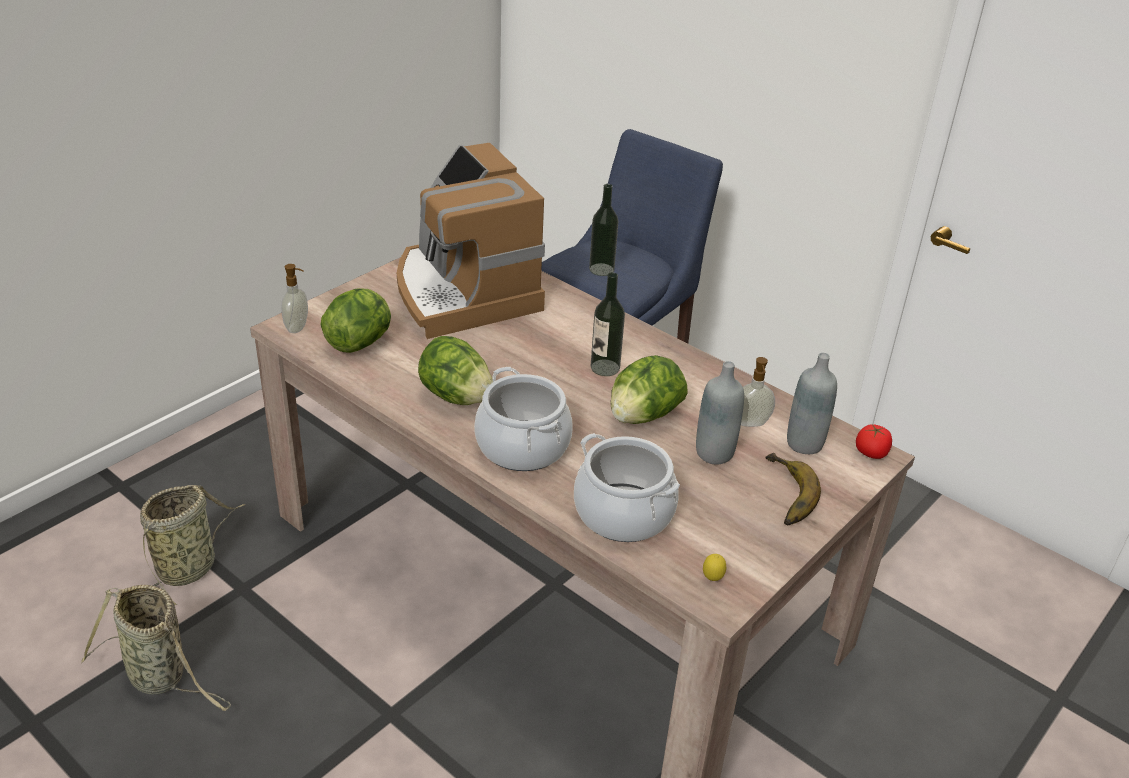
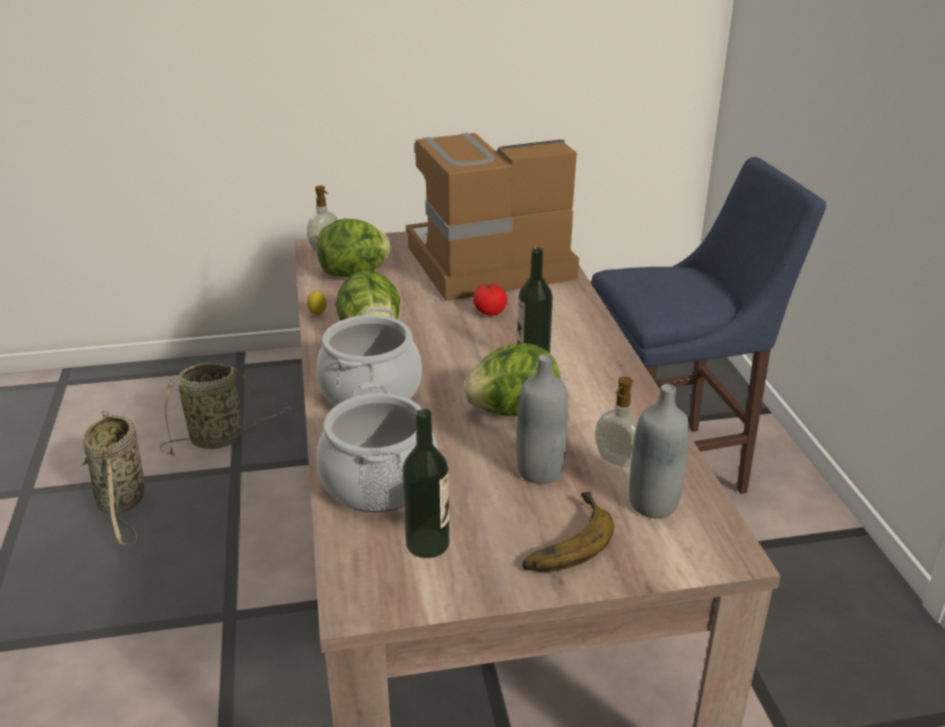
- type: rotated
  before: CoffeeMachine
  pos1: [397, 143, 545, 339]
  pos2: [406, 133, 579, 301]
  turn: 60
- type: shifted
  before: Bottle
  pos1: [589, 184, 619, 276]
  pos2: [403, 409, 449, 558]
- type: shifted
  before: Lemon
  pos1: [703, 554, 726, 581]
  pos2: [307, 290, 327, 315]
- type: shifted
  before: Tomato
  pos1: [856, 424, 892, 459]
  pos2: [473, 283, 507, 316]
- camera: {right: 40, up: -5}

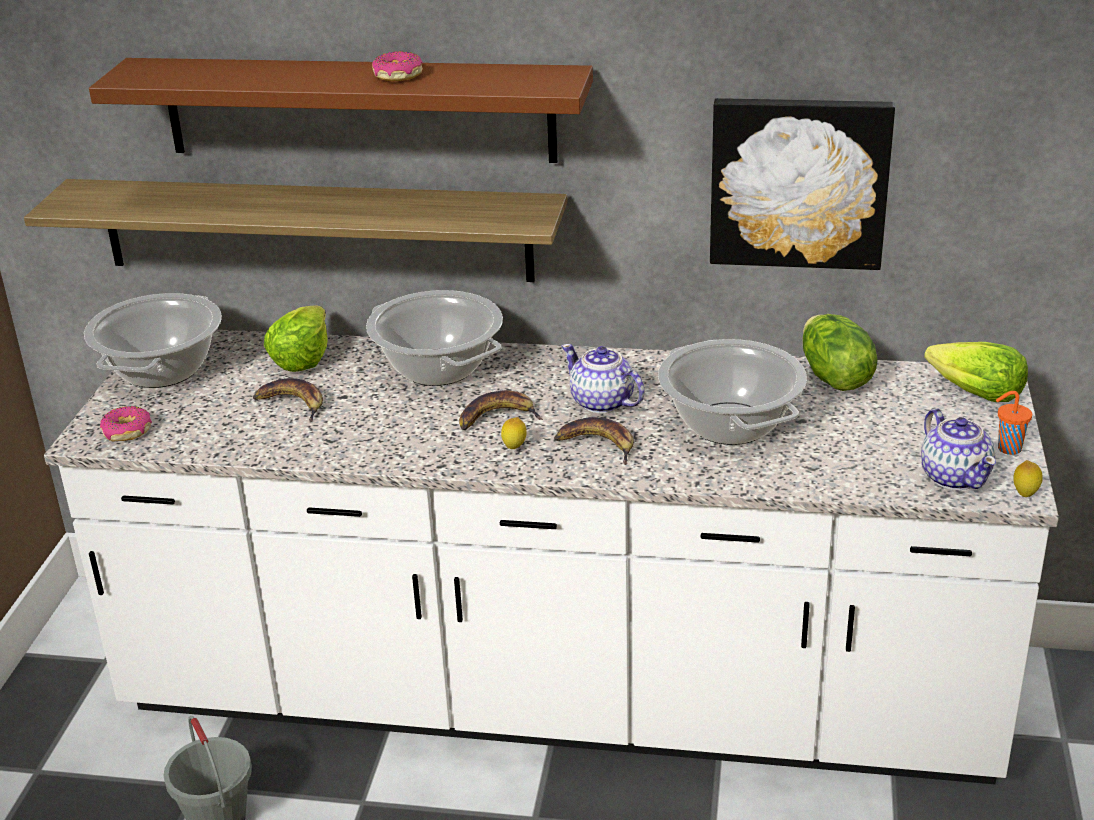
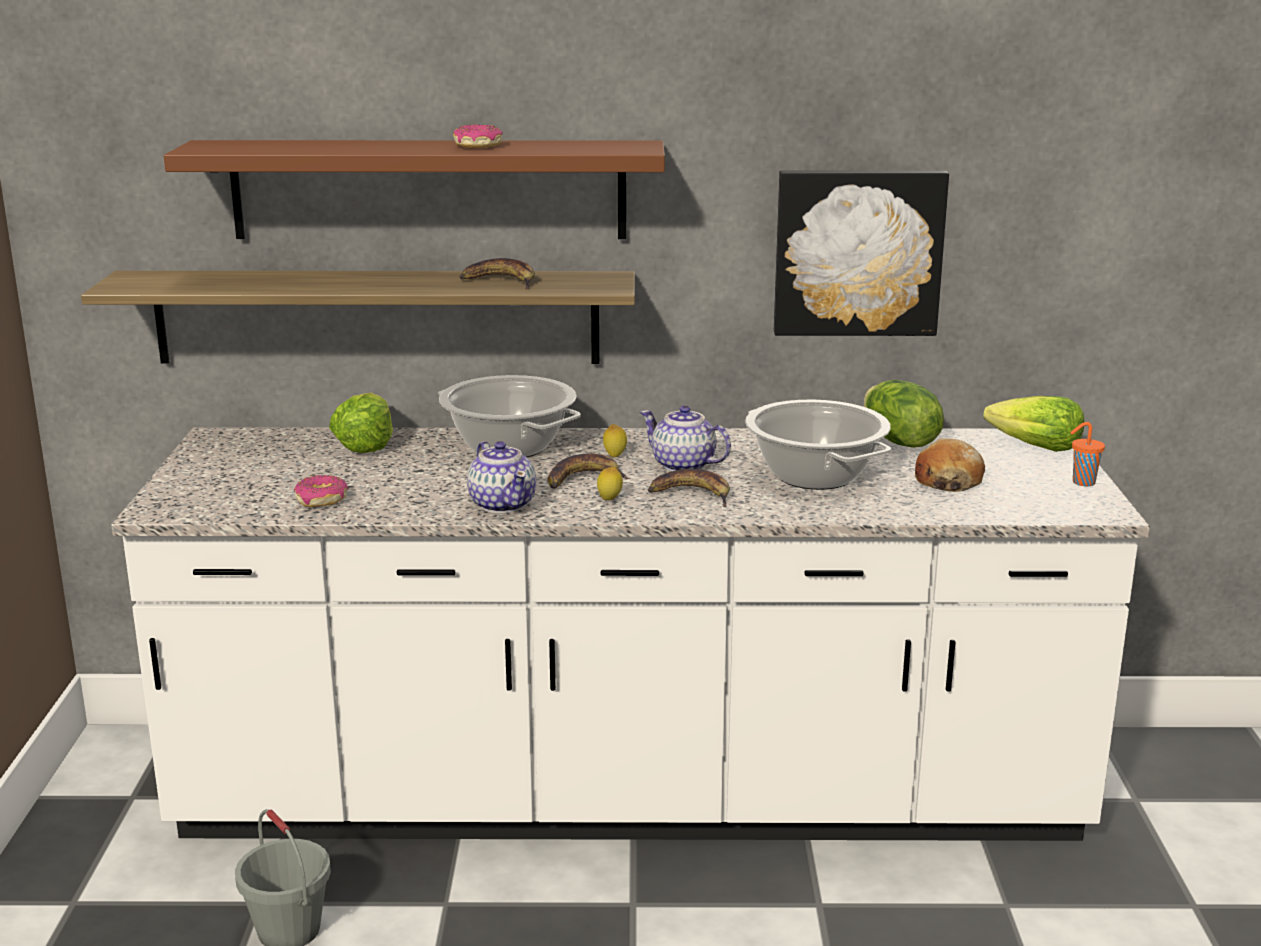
- type: gone
  before: CookingPot
  pos1: [84, 293, 222, 388]
- type: shifted
  before: Donut
  pos1: [100, 406, 152, 442]
  pos2: [294, 475, 348, 507]
- type: shifted
  before: Banana
  pos1: [253, 378, 323, 423]
  pos2: [459, 258, 535, 289]
- type: shifted
  before: Teapot
  pos1: [921, 408, 996, 490]
  pos2: [467, 441, 536, 513]
- type: shifted
  before: Lemon
  pos1: [1013, 460, 1043, 497]
  pos2: [603, 424, 627, 457]
- type: new
  after: Bread
  pos2: [915, 438, 985, 492]
- camera: {right: -10, up: -10}

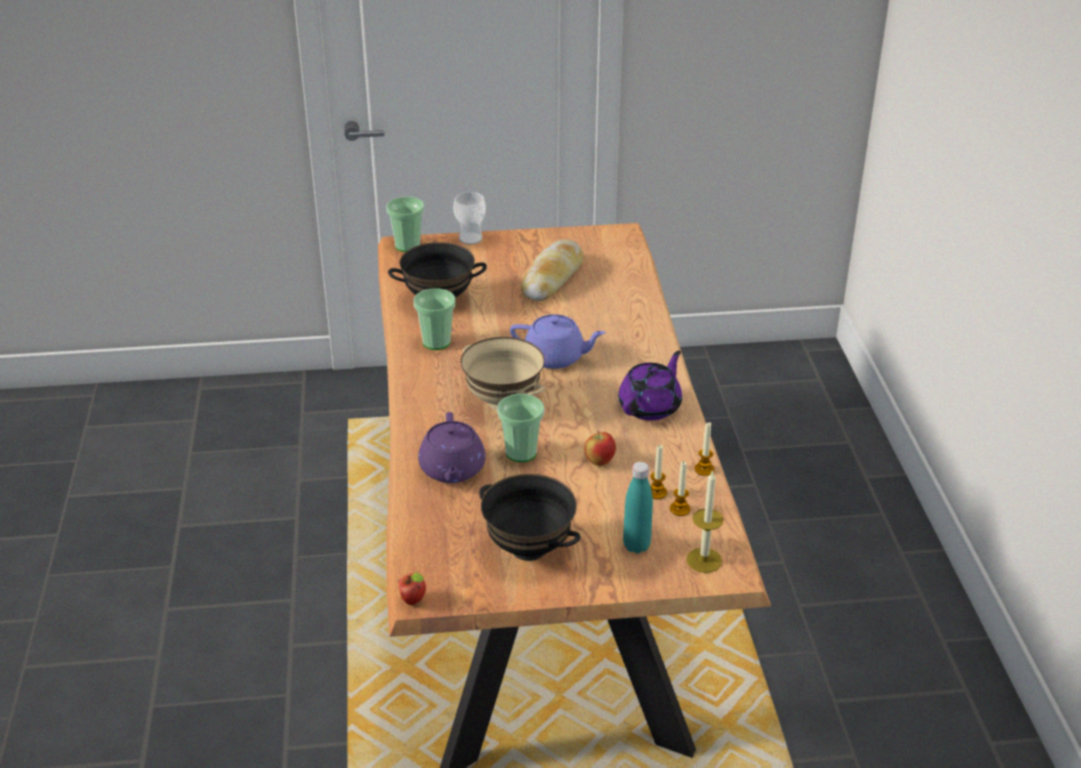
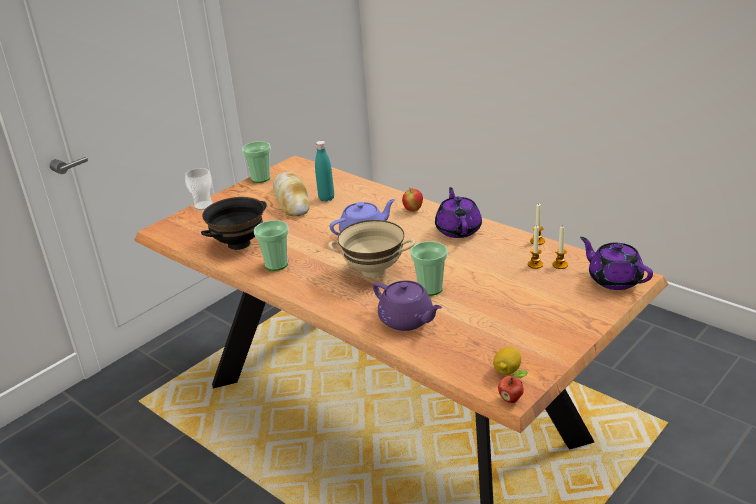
- type: shifted
  before: Cup
  pos1: [386, 197, 424, 252]
  pos2: [242, 141, 271, 183]
- type: gone
  before: BlackBowl
  pos1: [479, 474, 581, 561]
- type: shifted
  before: Apple
  pos1: [584, 431, 616, 466]
  pos2: [402, 189, 423, 212]
- type: shifted
  before: TurquoiseBottle
  pos1: [623, 462, 653, 553]
  pos2: [315, 141, 334, 202]
- type: swapped
  before: Candle
  after: PurpleTeapot
  pos1: [686, 470, 724, 573]
  pos2: [580, 237, 653, 290]
- type: new
  after: Lemon
  pos2: [493, 347, 521, 375]
- camera: {right: -40, up: -5}

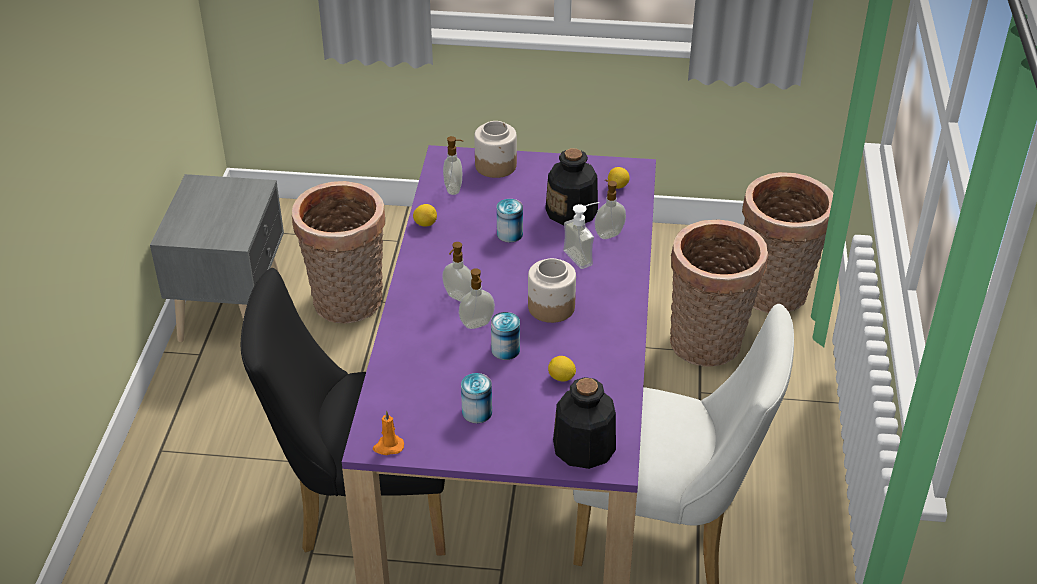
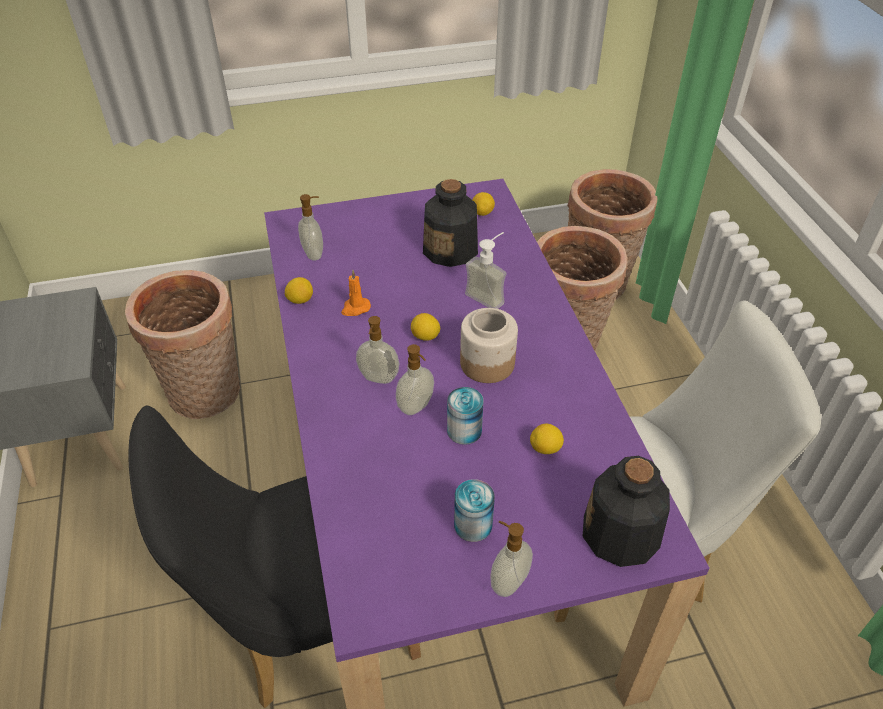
- type: shifted
  before: OrangeCandle
  pos1: [373, 411, 404, 455]
  pos2: [341, 270, 371, 316]
- type: gone
  before: Jar
  pos1: [474, 121, 517, 178]
- type: gone
  before: Can
  pos1: [497, 199, 523, 242]
- type: shifted
  before: SoapDispenser
  pos1: [595, 179, 626, 239]
  pos2: [490, 521, 533, 597]
- type: new
  after: Lemon
  pos2: [411, 313, 440, 341]
- camera: {right: -20, up: 5}

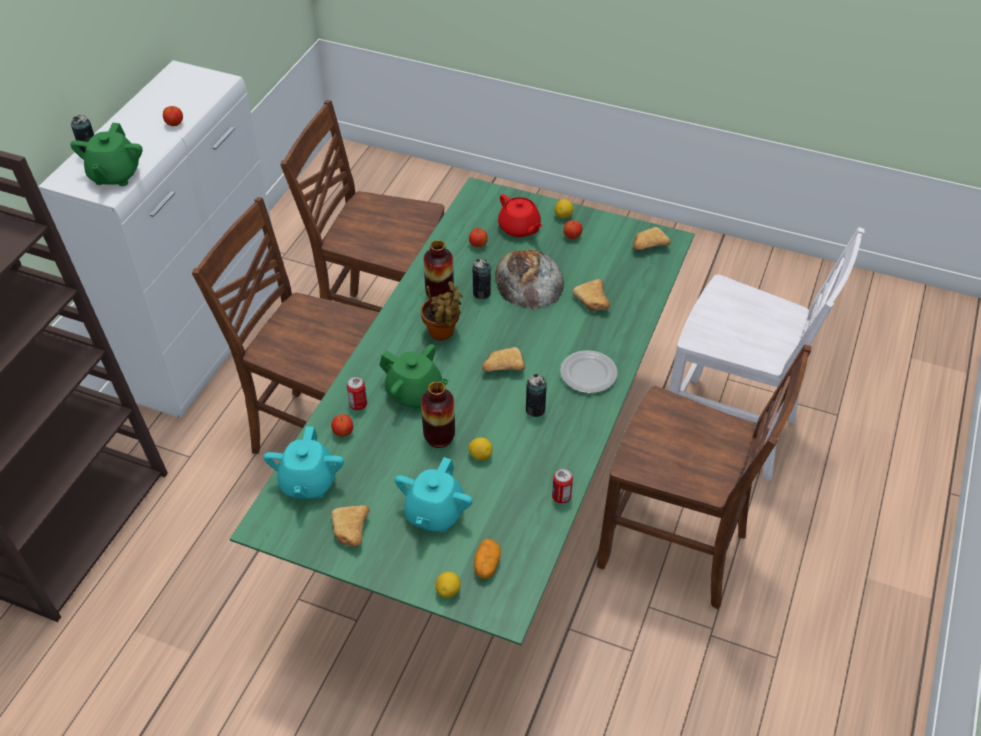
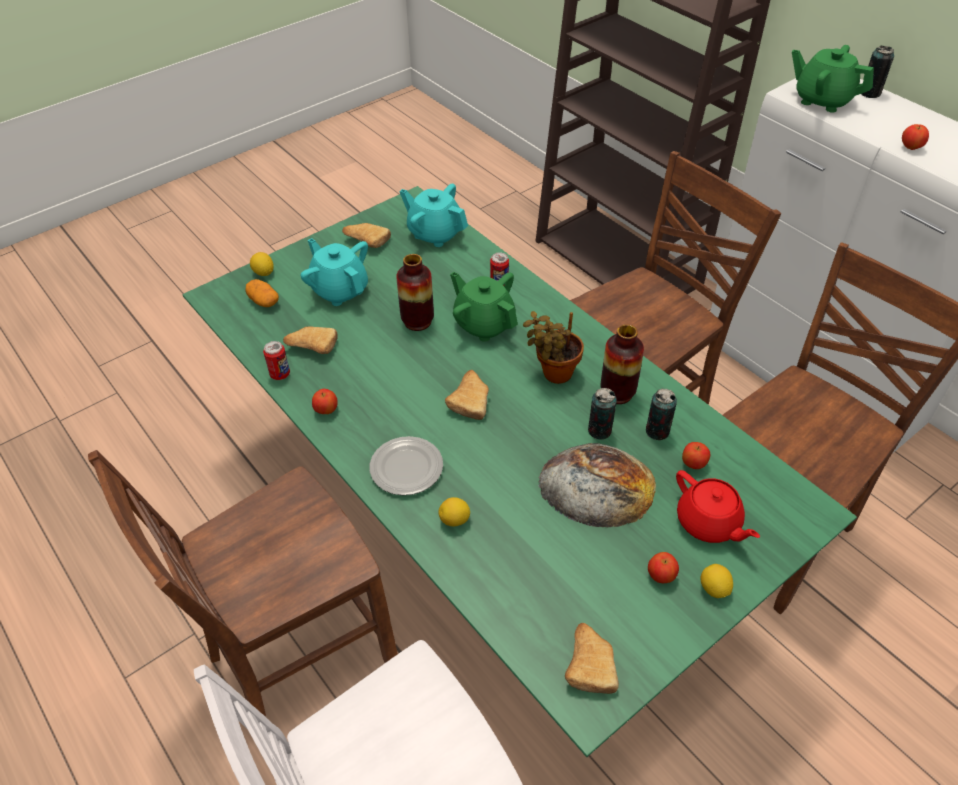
- type: shifted
  before: Apple
  pos1: [331, 414, 353, 437]
  pos2: [312, 389, 338, 414]
- type: rotated
  before: GreenTeapot
  pos1: [379, 344, 449, 410]
  pos2: [450, 272, 518, 342]
  turn: 75
- type: shifted
  before: Lemon
  pos1: [469, 437, 493, 461]
  pos2: [438, 497, 470, 526]
- type: rotated
  before: RedTeapot
  pos1: [498, 194, 542, 237]
  pos2: [676, 470, 760, 543]
  turn: -120
- type: shifted
  before: Can
  pos1: [526, 374, 547, 417]
  pos2: [646, 388, 677, 440]
- type: shifted
  before: Bread
  pos1: [572, 279, 610, 311]
  pos2: [283, 327, 338, 354]
- camera: {right: 120, up: 0}

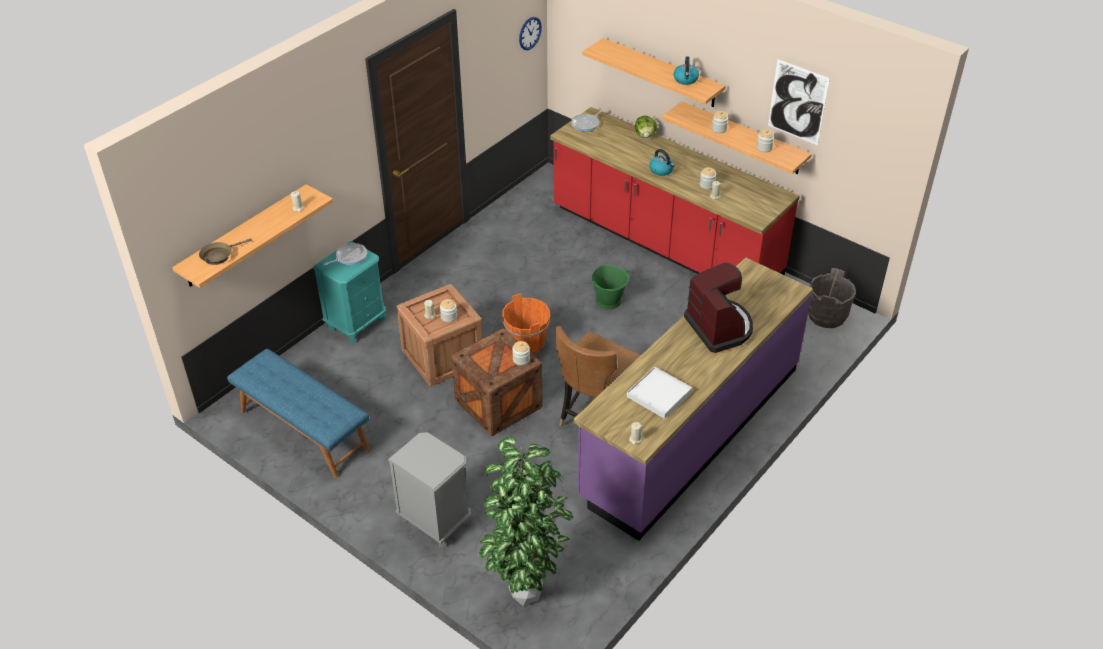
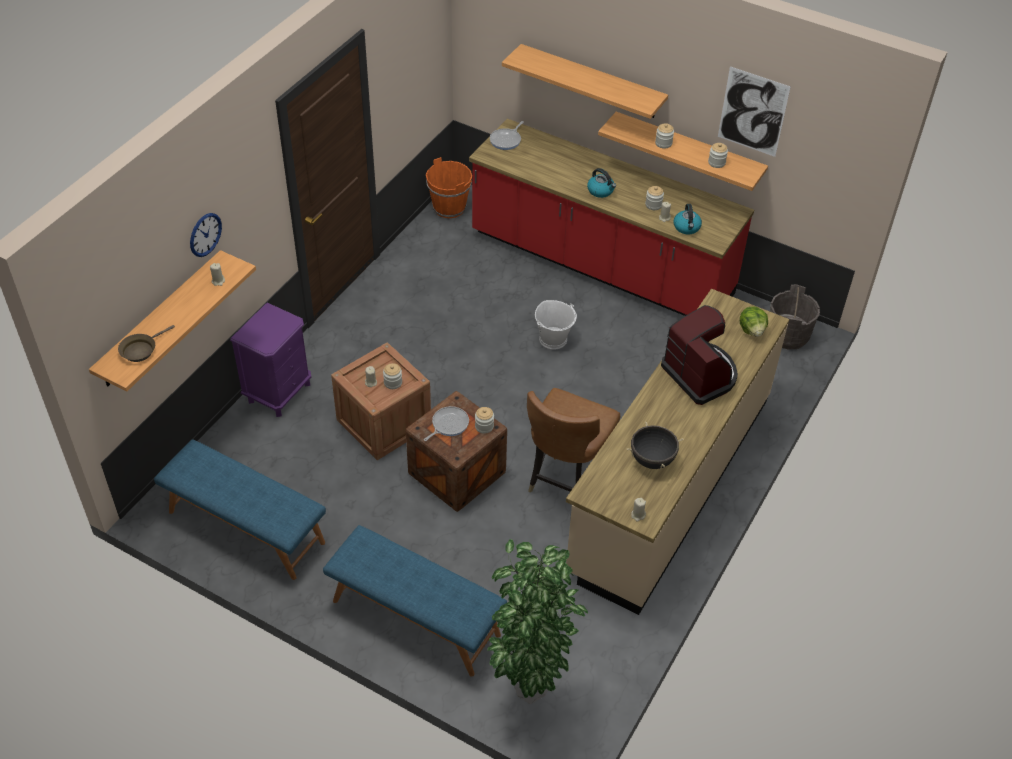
- type: repainted
  before: TurquoiseNightstand
  after: PurpleNightstand
  pos1: [313, 241, 386, 343]
  pos2: [230, 303, 311, 417]
- type: shifted
  before: FryingPan
  pos1: [324, 243, 367, 266]
  pos2: [424, 406, 469, 441]
- type: swapped
  before: GreyNightstand
  after: BlueBench
  pos1: [388, 432, 471, 547]
  pos2: [323, 525, 507, 677]
- type: shifted
  before: OrangeBucket
  pos1: [502, 294, 550, 356]
  pos2: [426, 157, 472, 218]
- type: shifted
  before: WallClock
  pos1: [519, 17, 542, 50]
  pos2: [190, 213, 222, 257]
- type: repainted
  before: PurpleCounter
  after: BeigeCounter
  pos1: [573, 257, 813, 541]
  pos2: [566, 289, 789, 615]
- type: repainted
  before: GreenBucket
  after: WhiteBucket
  pos1: [591, 265, 629, 310]
  pos2: [535, 300, 577, 350]
- type: swapped
  before: WhiteTray
  after: BlackCookingPot
  pos1: [627, 367, 692, 419]
  pos2: [627, 422, 684, 470]
- type: shifted
  before: Lettuce
  pos1: [635, 116, 657, 138]
  pos2: [740, 306, 768, 337]
- type: shifted
  before: Kettle
  pos1: [674, 56, 699, 85]
  pos2: [674, 204, 702, 234]
- camera: {right: -10, up: 5}

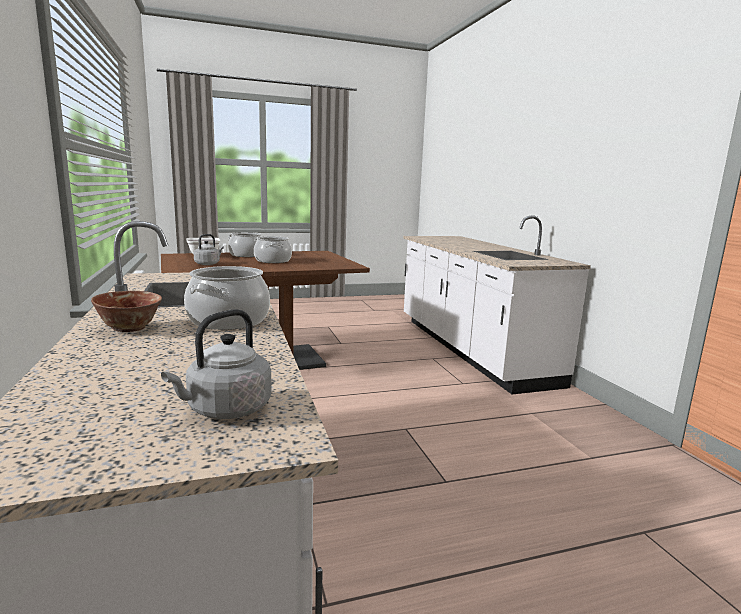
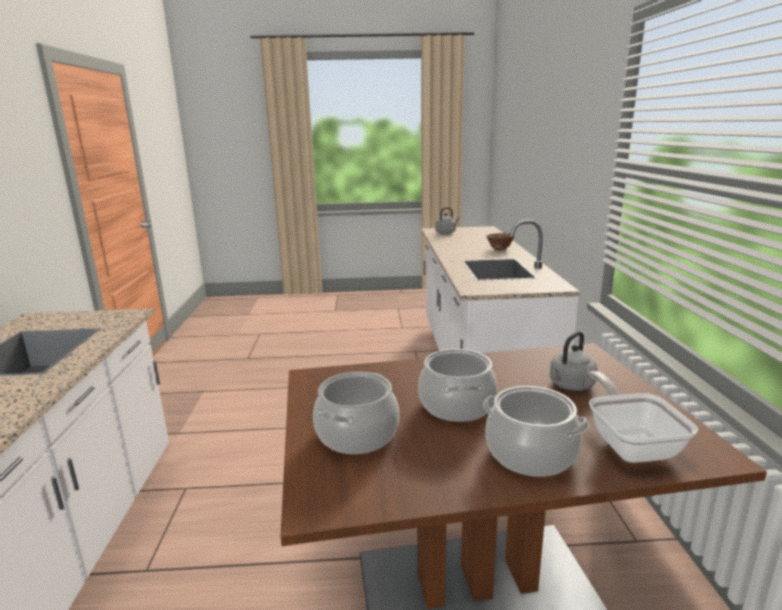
- type: shifted
  before: CookingPot
  pos1: [184, 266, 270, 330]
  pos2: [313, 372, 399, 454]
- camera: {right: -165, up: 5}

